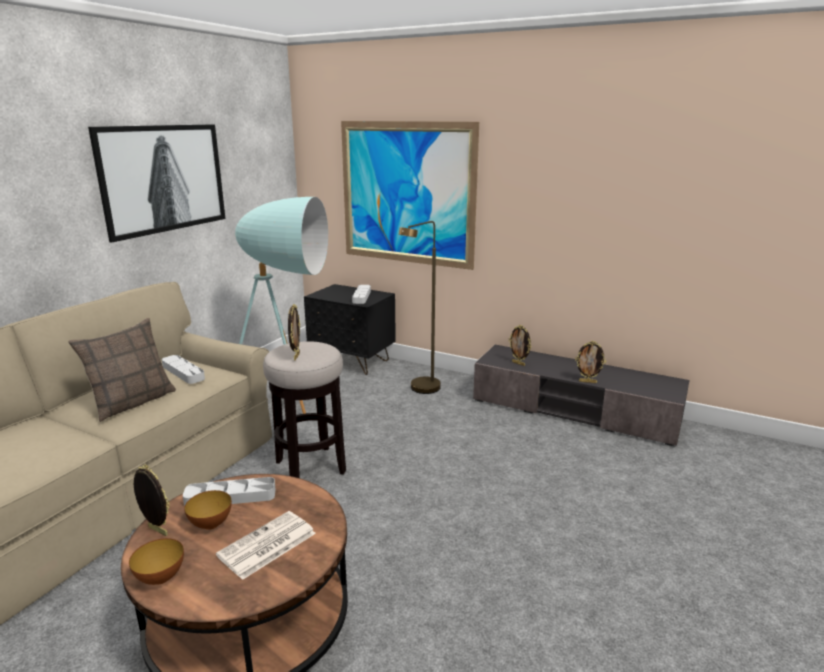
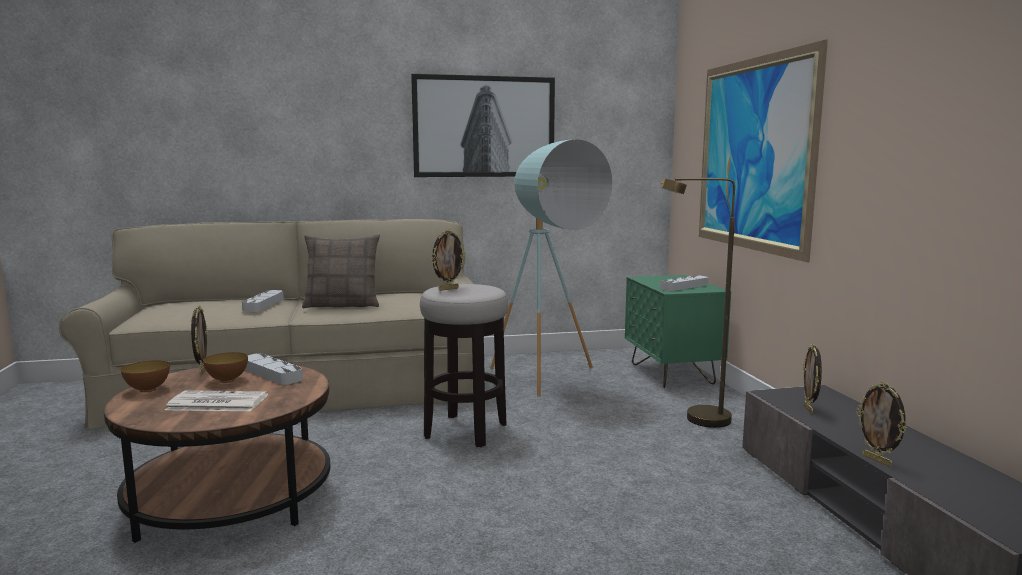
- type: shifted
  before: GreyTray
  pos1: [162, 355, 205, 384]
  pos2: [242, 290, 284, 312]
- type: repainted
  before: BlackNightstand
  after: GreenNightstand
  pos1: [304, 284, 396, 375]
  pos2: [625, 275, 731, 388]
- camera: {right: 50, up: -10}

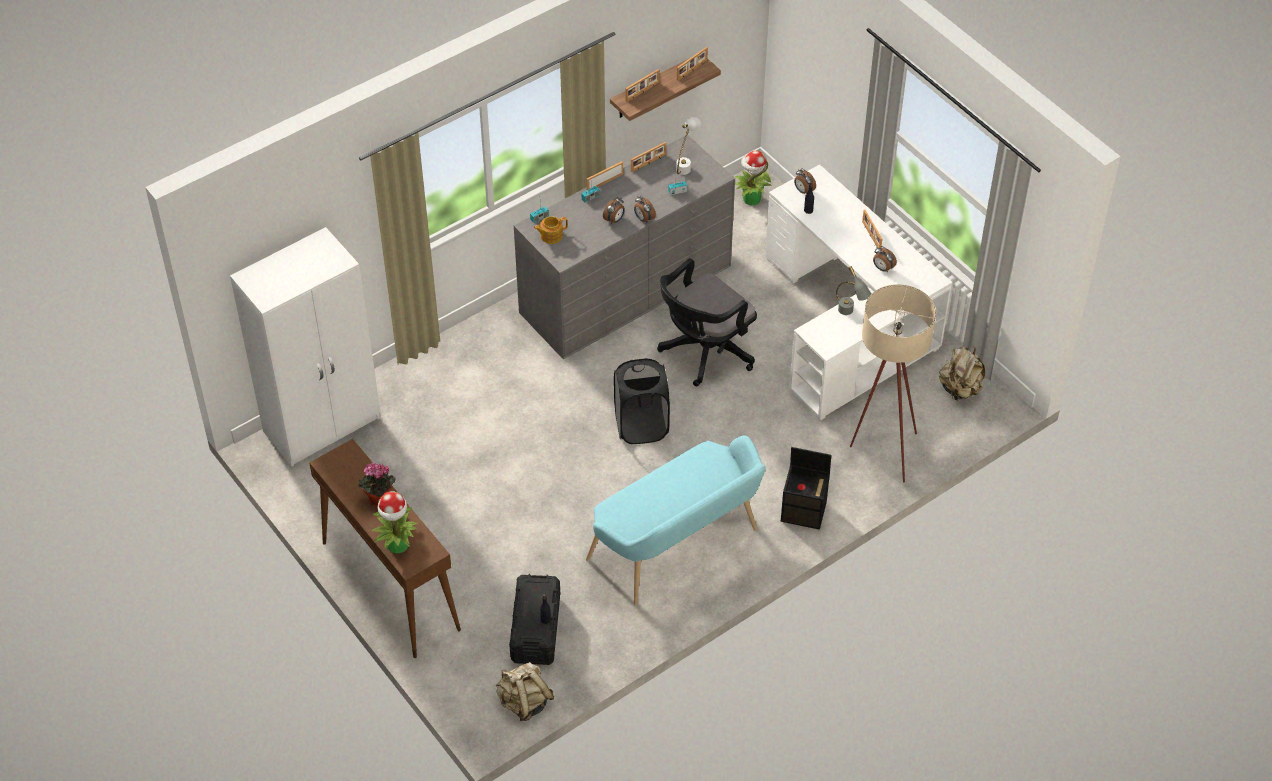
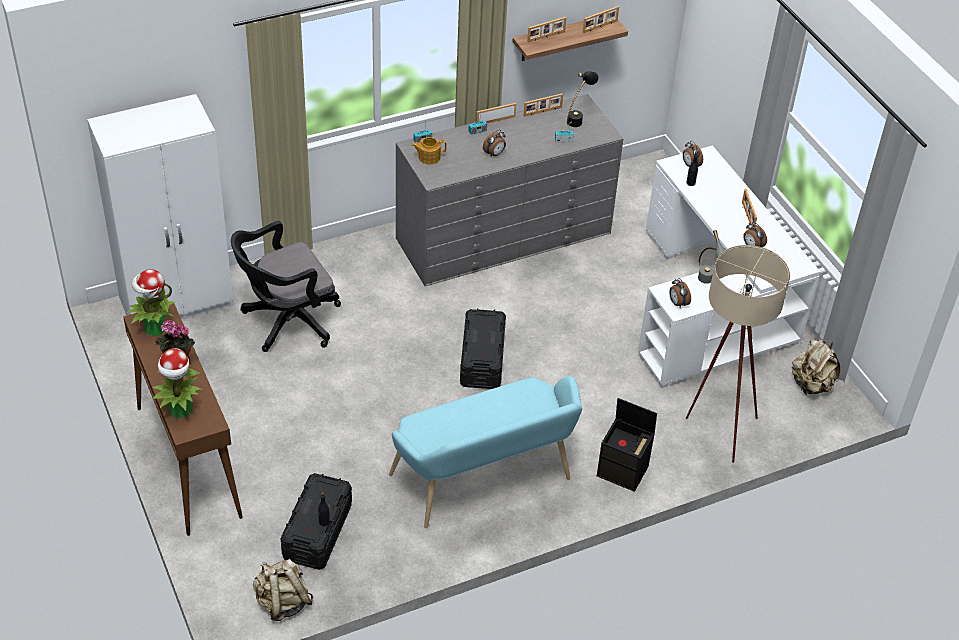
- type: swapped
  before: BlackLaundryBasket
  after: BlackStorageBox
  pos1: [614, 358, 670, 444]
  pos2: [460, 308, 506, 389]
- type: shifted
  before: AlarmClock
  pos1: [634, 196, 656, 222]
  pos2: [669, 278, 691, 308]
- type: shifted
  before: BlackOfficeChair
  pos1: [657, 258, 757, 386]
  pos2: [231, 221, 341, 352]
- type: repainted
  before: WhiteTableLamp
  after: BlackTableLamp
  pos1: [676, 117, 701, 175]
  pos2: [567, 71, 599, 127]
- type: shifted
  before: PottedPlant
  pos1: [735, 151, 772, 205]
  pos2: [127, 269, 175, 336]
- camera: {right: 10, up: -5}

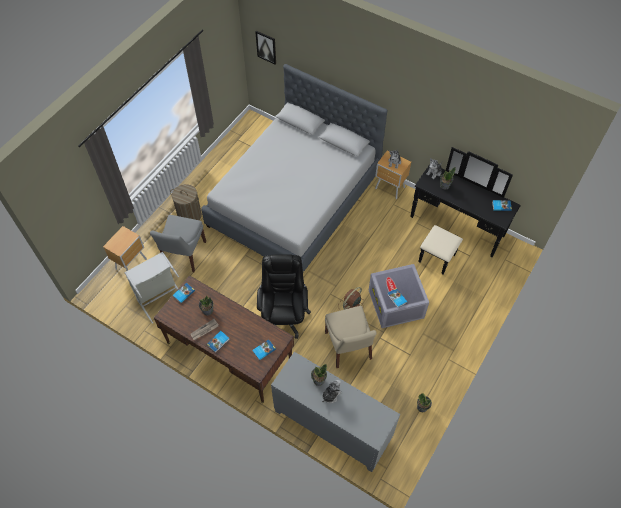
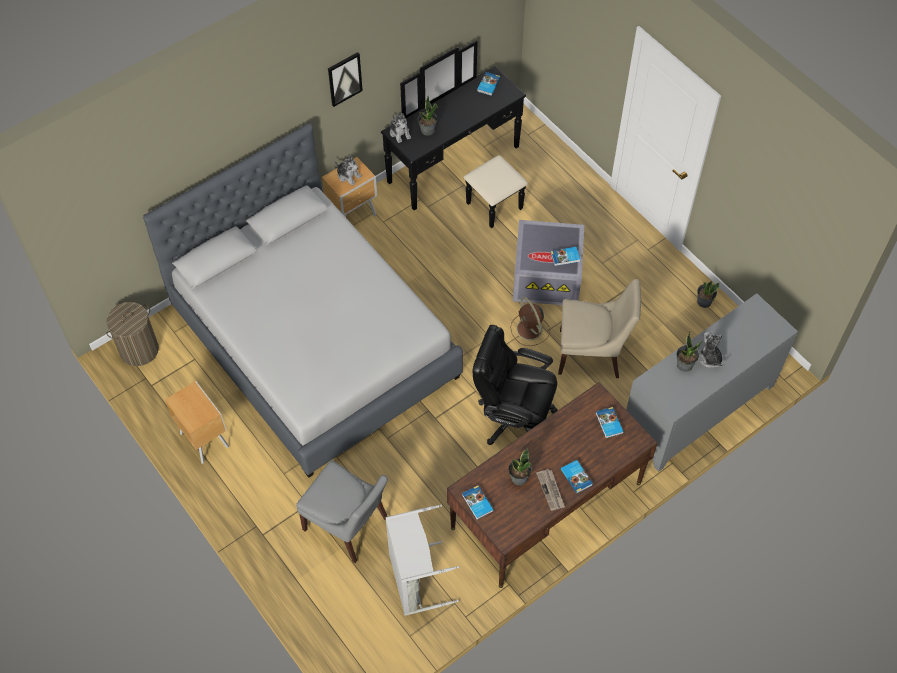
- type: shifted
  before: BrownNightstand
  pos1: [103, 226, 147, 271]
  pos2: [165, 381, 229, 464]
- type: shifted
  before: LaundryBasket
  pos1: [170, 184, 202, 220]
  pos2: [106, 302, 159, 366]
- type: shifted
  before: Picture
  pos1: [255, 30, 276, 64]
  pos2: [328, 52, 363, 107]
- camera: {right: -70, up: 0}

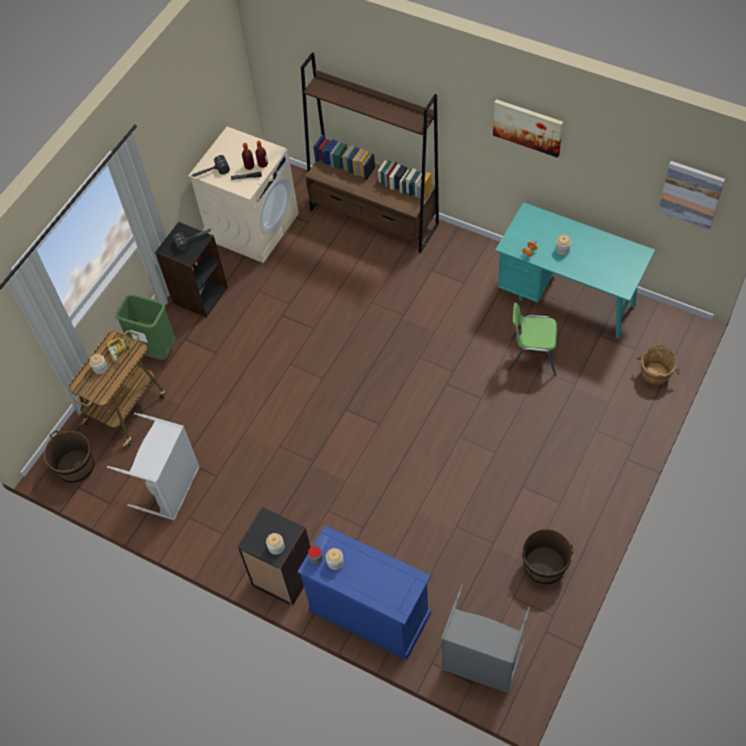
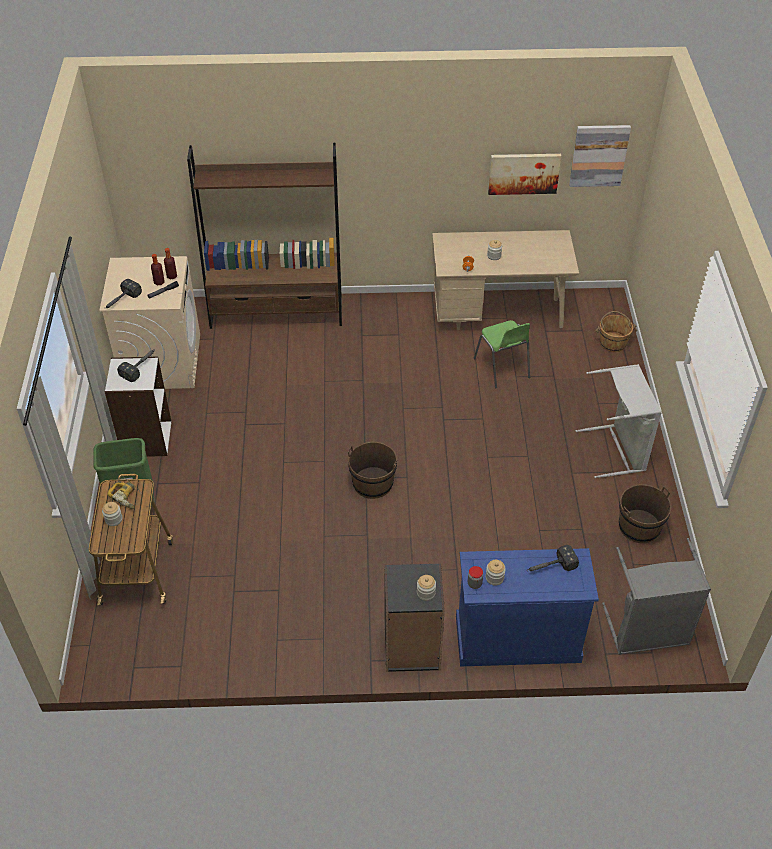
- type: shifted
  before: BrownBucket
  pos1: [44, 430, 94, 483]
  pos2: [348, 442, 398, 499]
- type: shifted
  before: GreyLaundryBasket
  pos1: [107, 413, 200, 520]
  pos2: [576, 364, 662, 478]
- type: repainted
  before: BlackBookcase
  after: WhiteBookcase
  pos1: [155, 222, 228, 317]
  pos2: [105, 357, 172, 457]
- type: shifted
  before: Picture
  pos1: [493, 99, 563, 158]
  pos2: [488, 154, 561, 195]
- type: repainted
  before: TurquoiseDesk
  after: BeigeDesk
  pos1: [495, 202, 655, 338]
  pos2: [432, 230, 579, 330]
- type: rotated
  before: GreenChair
  pos1: [508, 303, 558, 376]
  pos2: [474, 320, 530, 389]
  turn: -90
- type: new
  after: Hammer
  pos2: [529, 545, 579, 571]
- camera: {right: -35, up: -10}

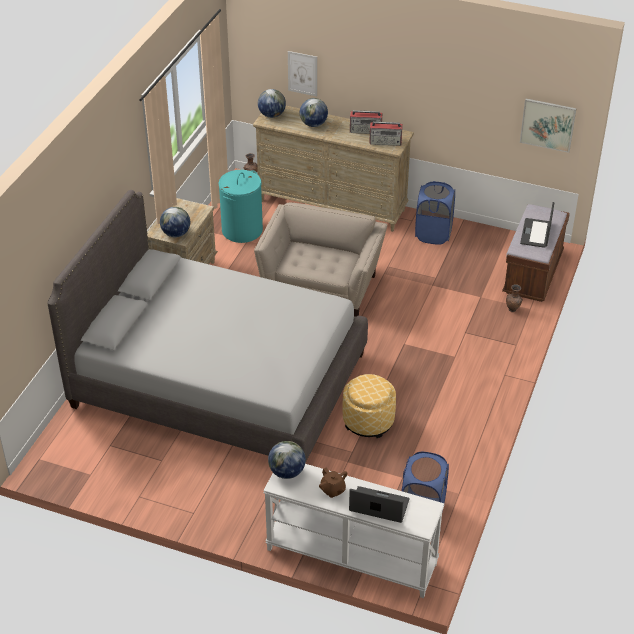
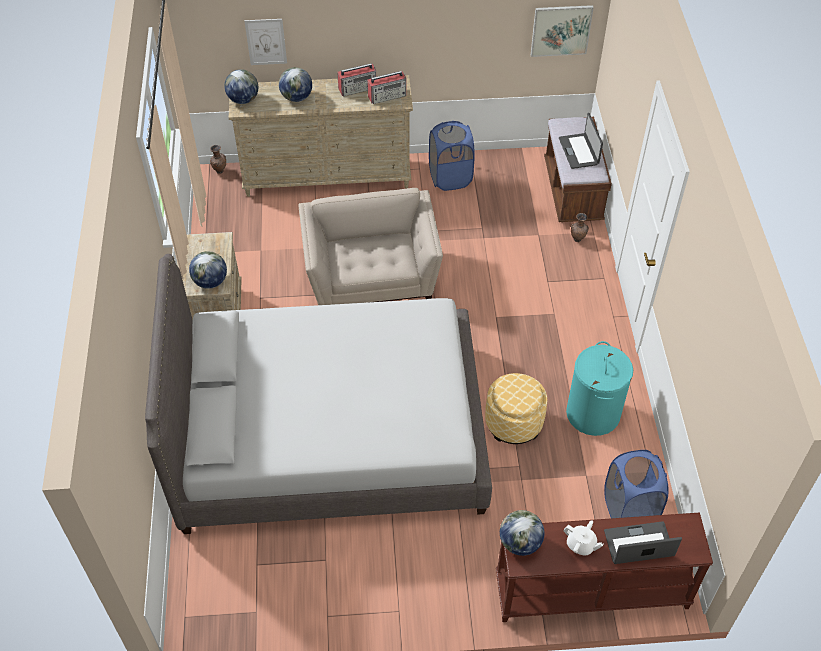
- type: shifted
  before: TurquoiseLaundryBasket
  pos1: [219, 170, 263, 243]
  pos2: [566, 341, 633, 436]
- type: repainted
  before: WhiteConsoleTable
  after: BrownConsoleTable
  pos1: [263, 464, 444, 598]
  pos2: [496, 512, 713, 622]
- type: repainted
  before: BrownTeapot
  after: WhiteTeapot
  pos1: [319, 468, 347, 498]
  pos2: [563, 520, 603, 556]
- camera: {right: -25, up: 10}

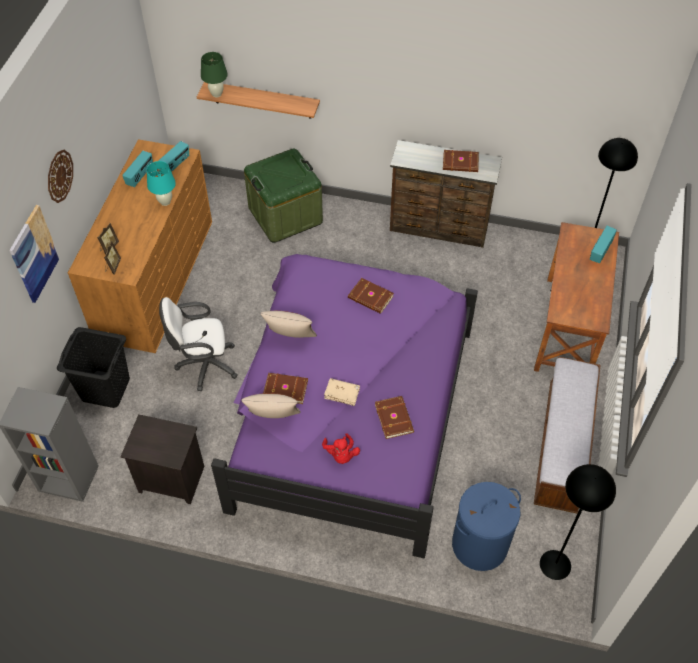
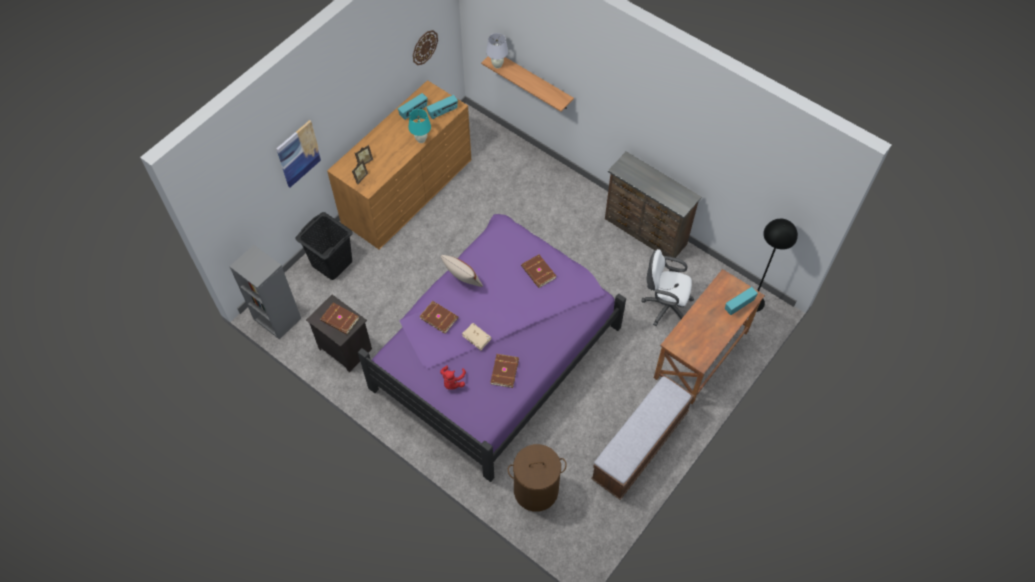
- type: shifted
  before: WallClock
  pos1: [48, 149, 73, 203]
  pos2: [413, 30, 438, 65]
- type: shifted
  before: WhiteOfficeChair
  pos1: [159, 297, 238, 391]
  pos2: [642, 249, 694, 326]
- type: repainted
  before: GreenTableLamp
  after: WhiteTableLamp
  pos1: [201, 52, 228, 97]
  pos2: [486, 33, 508, 69]
- type: gone
  before: BeigePillow
  pos1: [241, 393, 301, 418]
- type: gone
  before: GreenStorageBox
  pos1: [244, 149, 323, 243]
- type: shifted
  before: BrownBook
  pos1: [443, 150, 479, 172]
  pos2: [320, 303, 359, 335]
- type: repainted
  before: BlueLaundryBasket
  after: BrownLaundryBasket
  pos1: [452, 482, 521, 571]
  pos2: [508, 444, 567, 512]
- type: gone
  before: BlackFloorLamp
  pos1: [540, 464, 616, 580]
- camera: {right: 25, up: 5}

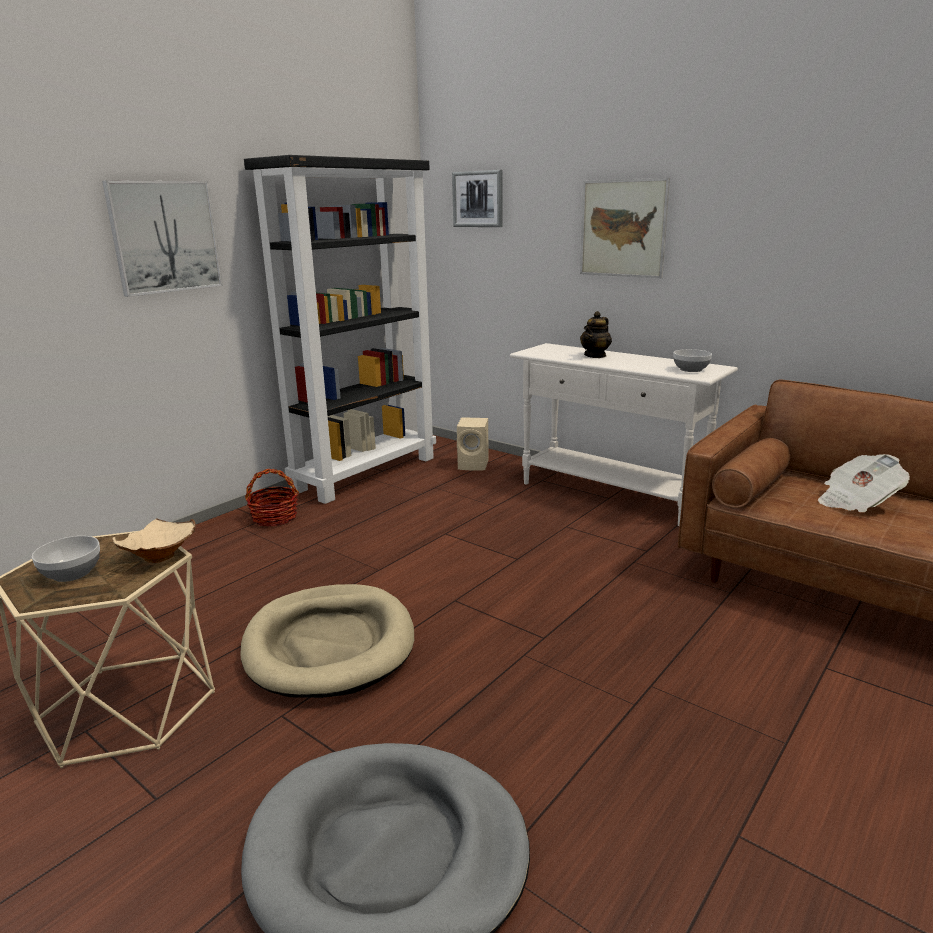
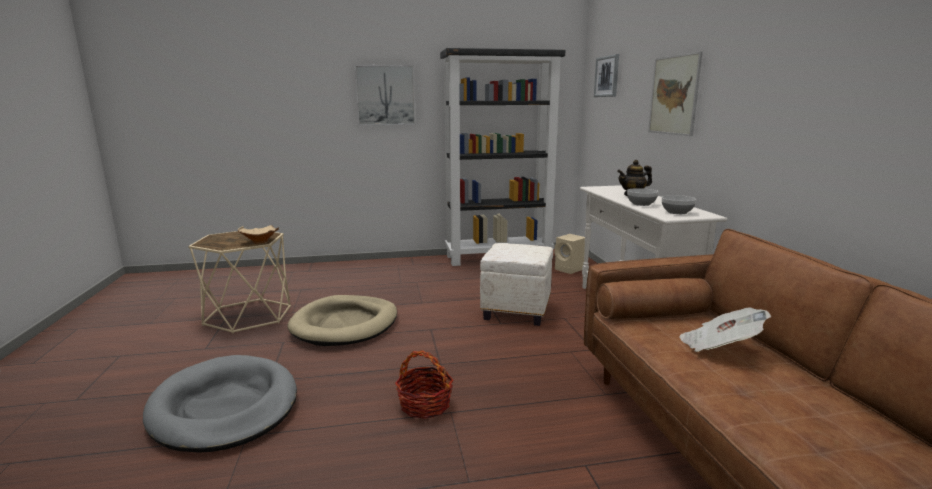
- type: shifted
  before: Bowl
  pos1: [32, 536, 100, 582]
  pos2: [627, 188, 658, 206]
- type: shifted
  before: Basket
  pos1: [245, 468, 299, 526]
  pos2: [395, 350, 453, 419]
- type: new
  after: WhiteOttoman
  pos2: [480, 243, 553, 326]
- camera: {right: 40, up: -5}

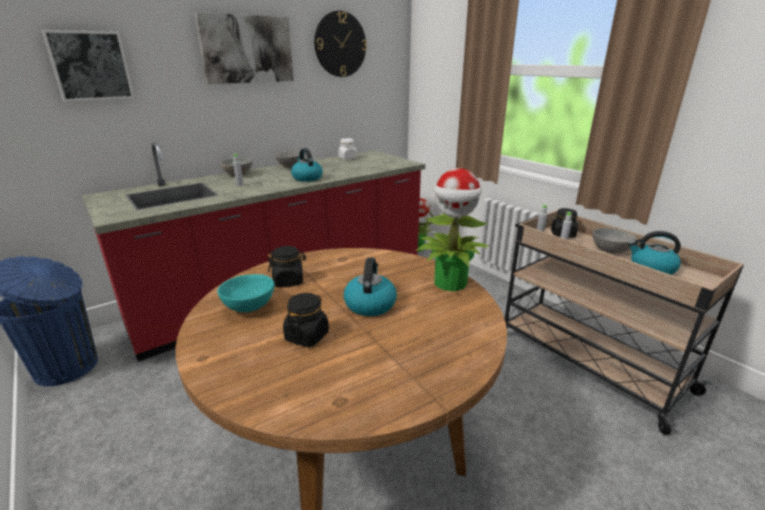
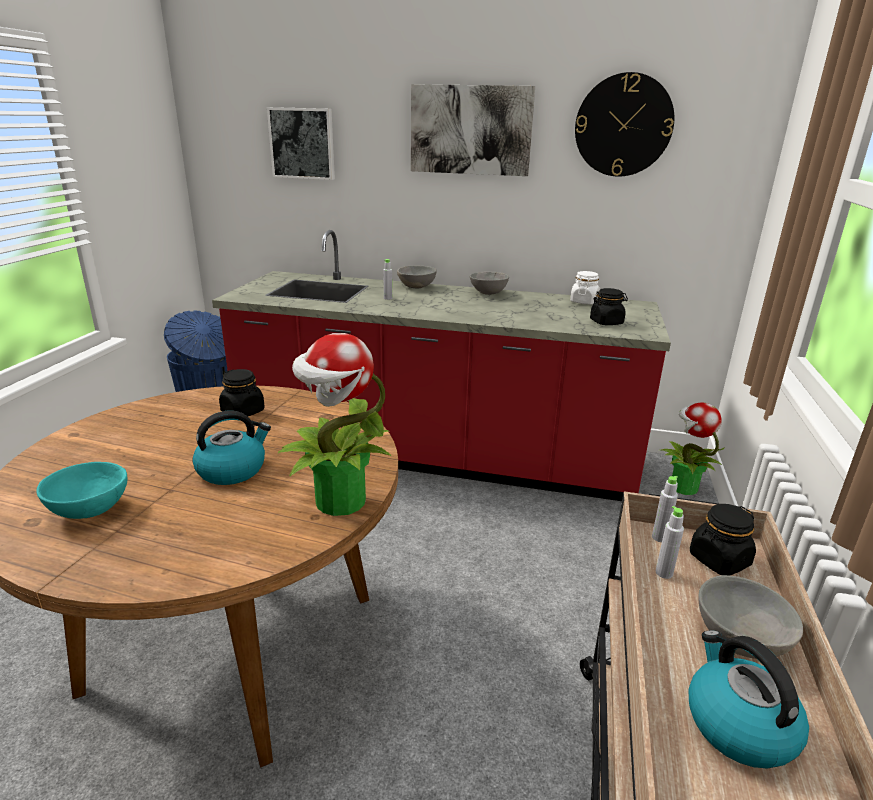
- type: shifted
  before: TurquoiseBowl
  pos1: [217, 274, 275, 312]
  pos2: [36, 462, 127, 519]
- type: shifted
  before: BlackJar
  pos1: [283, 293, 329, 347]
  pos2: [590, 288, 628, 325]
- type: gone
  before: Kettle
  pos1: [291, 148, 323, 182]
- camera: {right: 50, up: 0}

